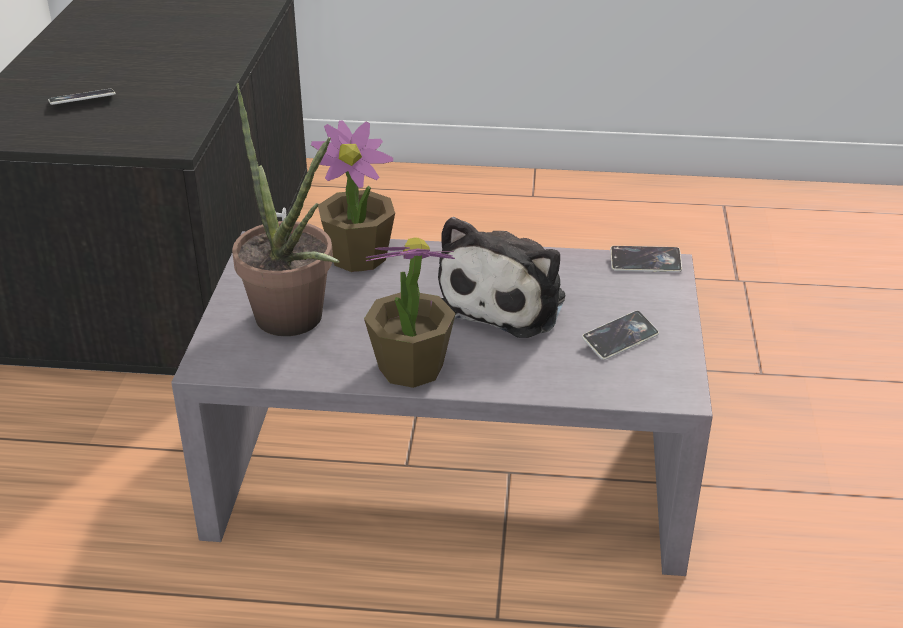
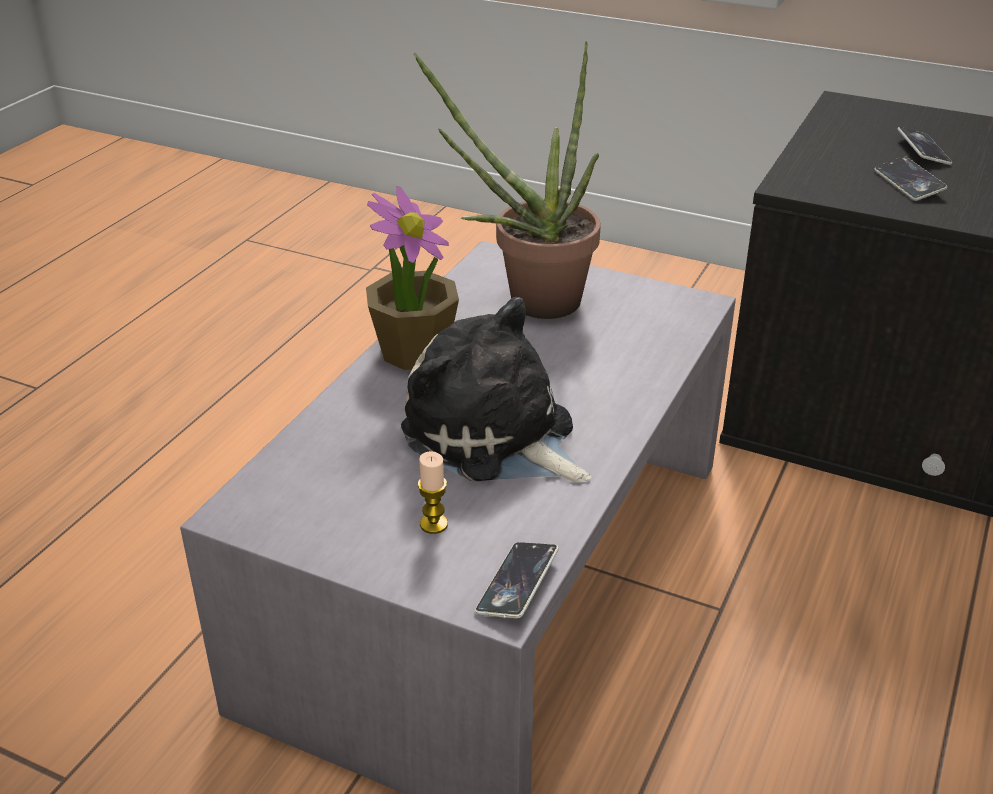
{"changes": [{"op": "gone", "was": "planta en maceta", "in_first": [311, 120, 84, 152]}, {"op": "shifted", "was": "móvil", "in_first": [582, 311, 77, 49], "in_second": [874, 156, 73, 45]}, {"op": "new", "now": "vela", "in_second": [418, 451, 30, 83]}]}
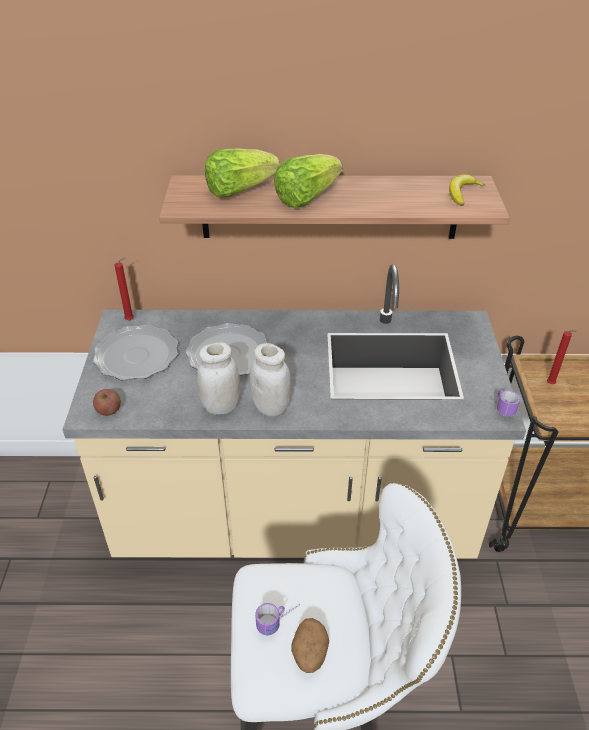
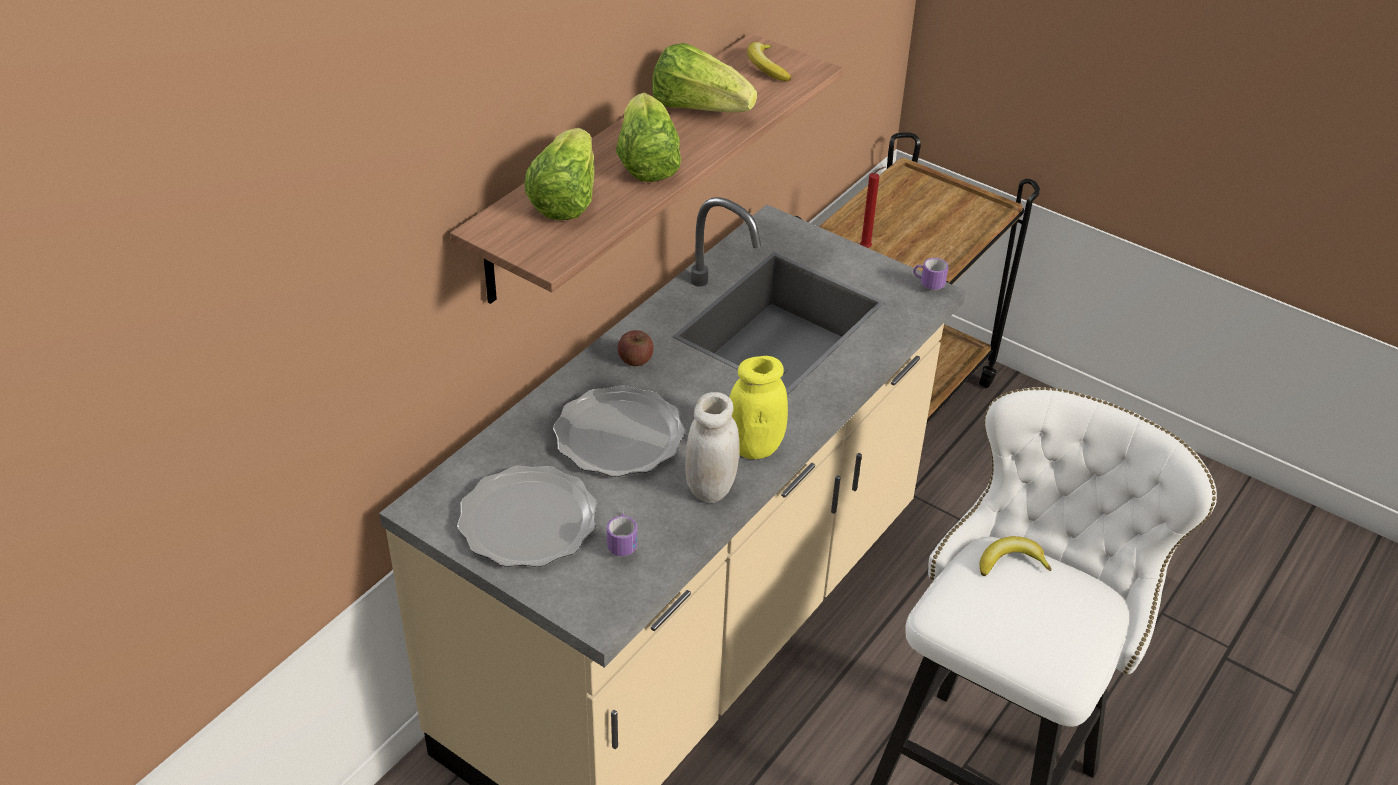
{"changes": [{"op": "shifted", "was": "manzana", "in_first": [93, 389, 28, 27], "in_second": [618, 330, 36, 36]}, {"op": "gone", "was": "vela [rojo]", "in_first": [115, 258, 19, 62]}, {"op": "repainted", "was": "tarro [blanco]", "now": "tarro [amarillo]", "in_first": [250, 343, 41, 74], "in_second": [729, 356, 59, 103]}, {"op": "shifted", "was": "taza grande", "in_first": [255, 603, 45, 32], "in_second": [607, 511, 30, 45]}, {"op": "gone", "was": "patata", "in_first": [291, 618, 38, 55]}, {"op": "new", "now": "lechuga", "in_second": [652, 43, 105, 69]}, {"op": "new", "now": "plátano", "in_second": [980, 536, 72, 40]}]}
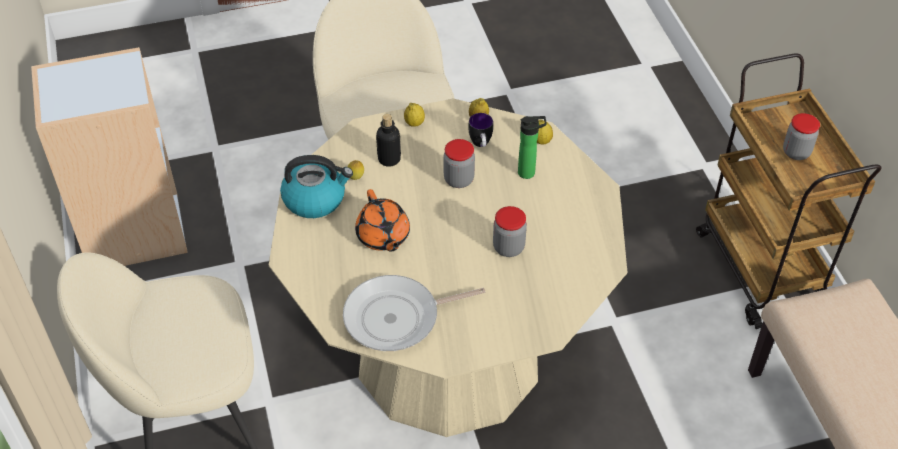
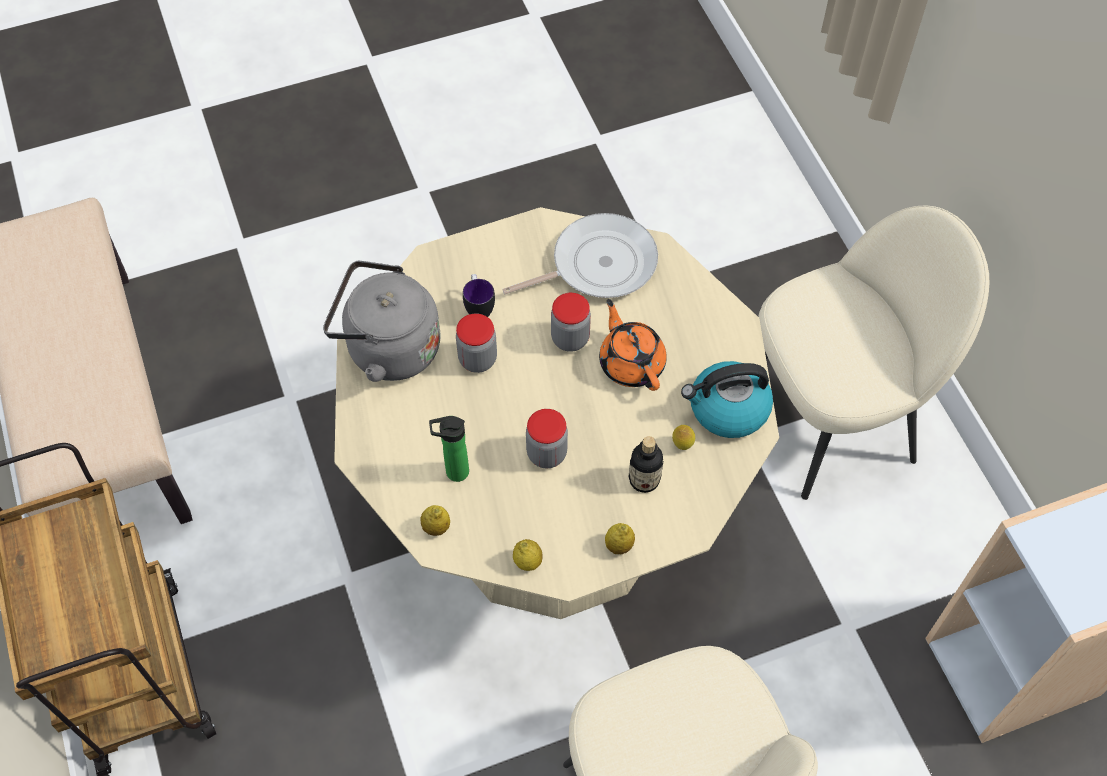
{"changes": [{"op": "shifted", "was": "taza grande", "in_first": [468, 113, 25, 34], "in_second": [463, 274, 32, 43]}, {"op": "shifted", "was": "tarro", "in_first": [783, 113, 37, 47], "in_second": [551, 293, 40, 59]}, {"op": "new", "now": "hervidor [gris]", "in_second": [323, 261, 118, 121]}]}
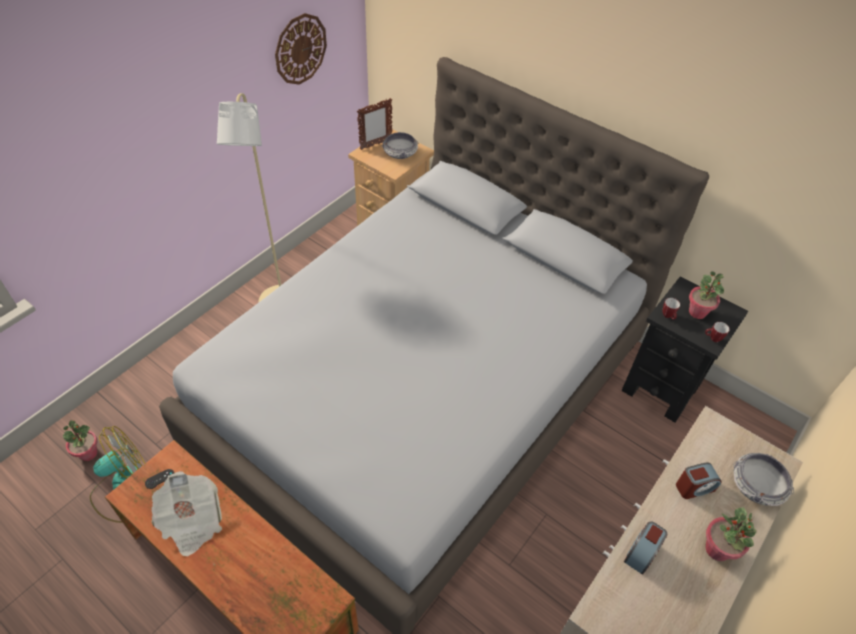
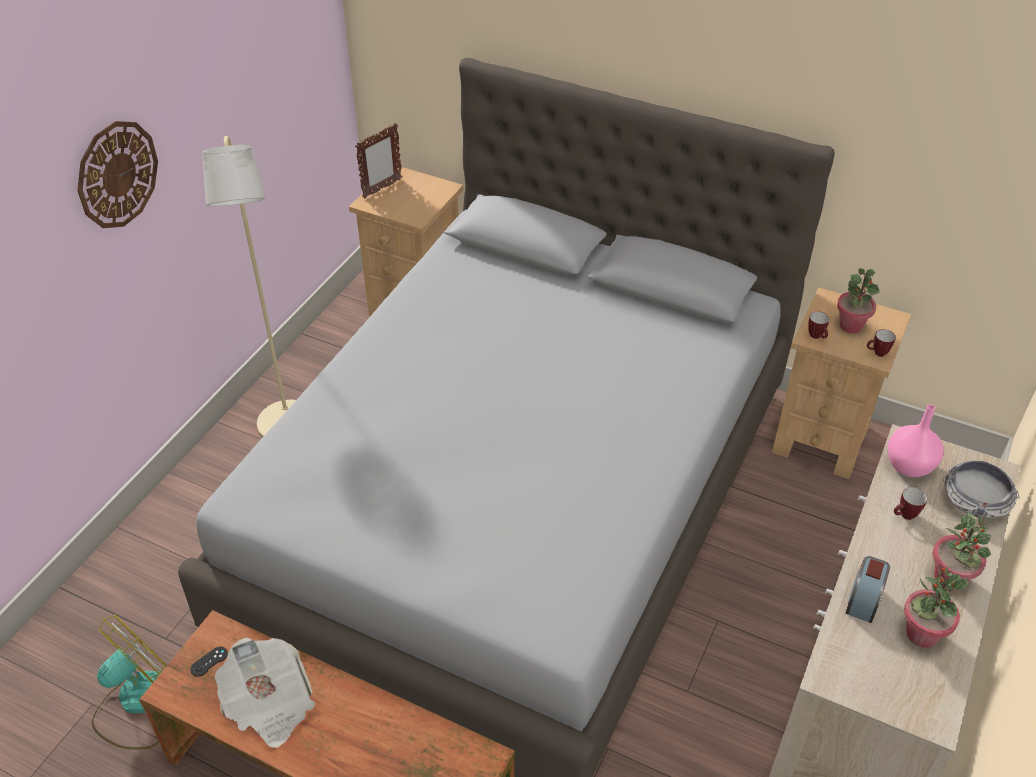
{"changes": [{"op": "shifted", "was": "planta en maceta", "in_first": [63, 420, 35, 41], "in_second": [904, 567, 65, 81]}, {"op": "shifted", "was": "reloj de pared", "in_first": [275, 13, 52, 72], "in_second": [77, 121, 81, 107]}, {"op": "gone", "was": "cuenco", "in_first": [382, 132, 37, 27]}, {"op": "repainted", "was": "mesita de noche [negro]", "now": "mesita de noche [beis]", "in_first": [621, 276, 127, 147], "in_second": [772, 287, 139, 192]}, {"op": "swapped", "was": "despertador", "now": "taza grande", "in_first": [676, 463, 46, 36], "in_second": [894, 487, 33, 33]}, {"op": "new", "now": "florero [rosa]", "in_second": [887, 404, 57, 73]}]}
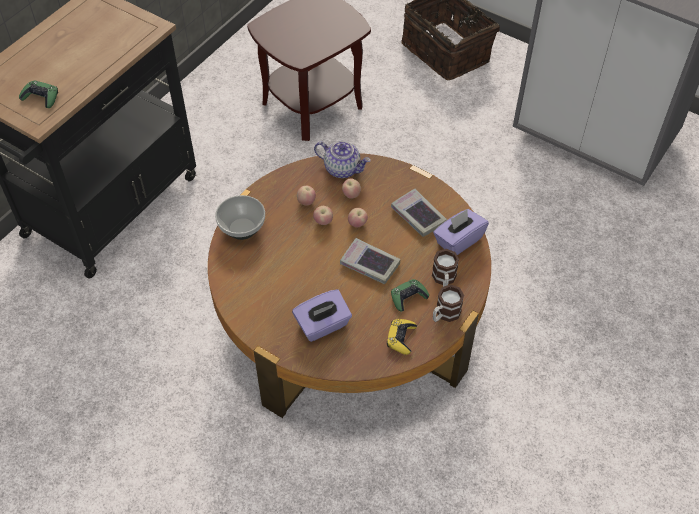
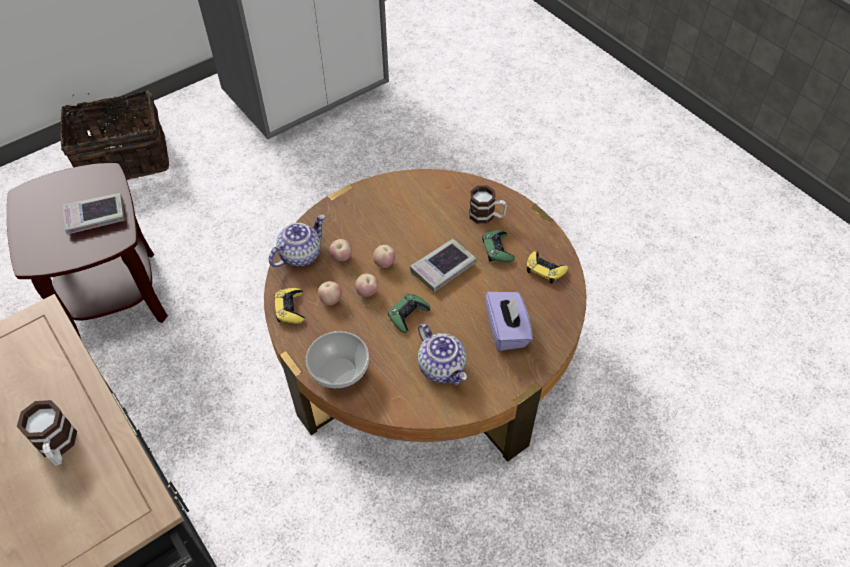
{"changes": [{"op": "shifted", "was": "mando de consola [verde]", "in_first": [19, 81, 39, 27], "in_second": [388, 294, 42, 39]}, {"op": "shifted", "was": "libro", "in_first": [391, 188, 56, 49], "in_second": [62, 193, 63, 41]}, {"op": "gone", "was": "caja de pañuelos [morado]", "in_first": [433, 209, 56, 46]}, {"op": "shifted", "was": "taza grande", "in_first": [433, 284, 31, 38], "in_second": [17, 400, 60, 66]}, {"op": "new", "now": "mando de consola [amarillo]", "in_second": [274, 288, 31, 36]}, {"op": "new", "now": "tetera", "in_second": [418, 323, 49, 62]}]}
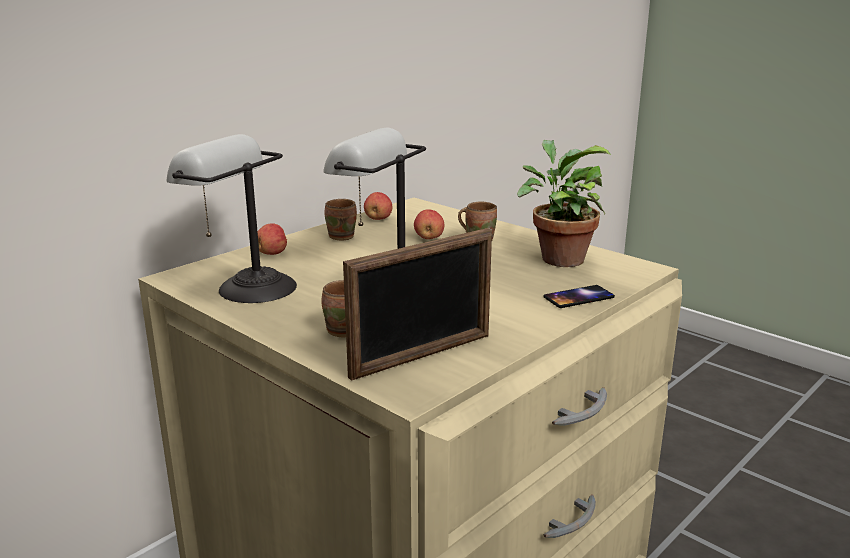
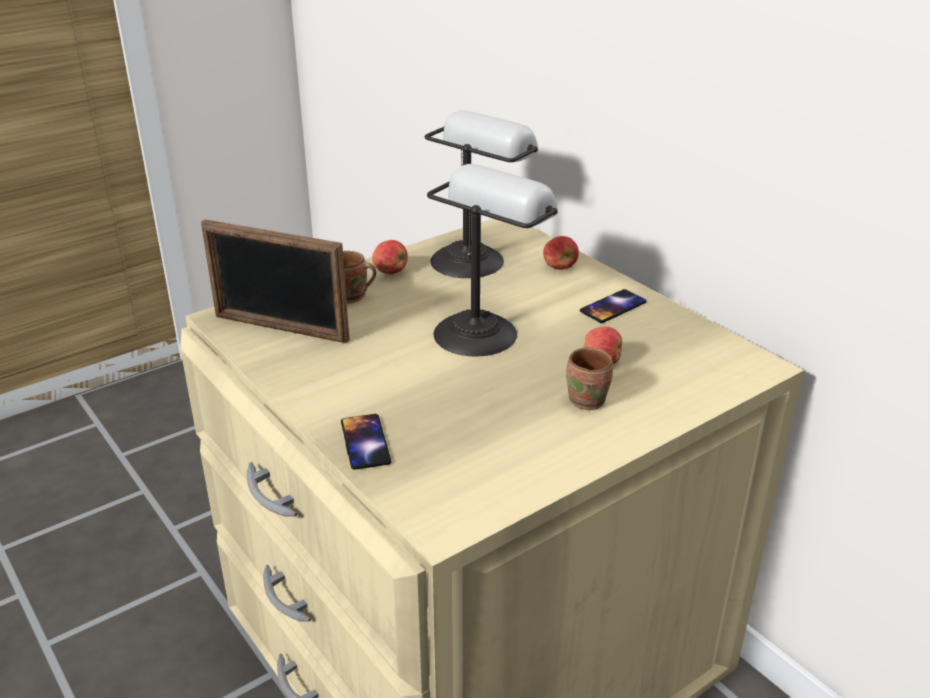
{"changes": [{"op": "swapped", "was": "taza grande [marrón]", "now": "móvil", "in_first": [324, 199, 33, 41], "in_second": [580, 289, 67, 34]}, {"op": "rotated", "was": "portarretratos", "in_first": [343, 228, 149, 153], "in_second": [201, 220, 148, 123], "clockwise": -45}, {"op": "shifted", "was": "manzana", "in_first": [364, 192, 28, 28], "in_second": [372, 240, 36, 34]}, {"op": "gone", "was": "planta en maceta", "in_first": [517, 140, 94, 127]}]}
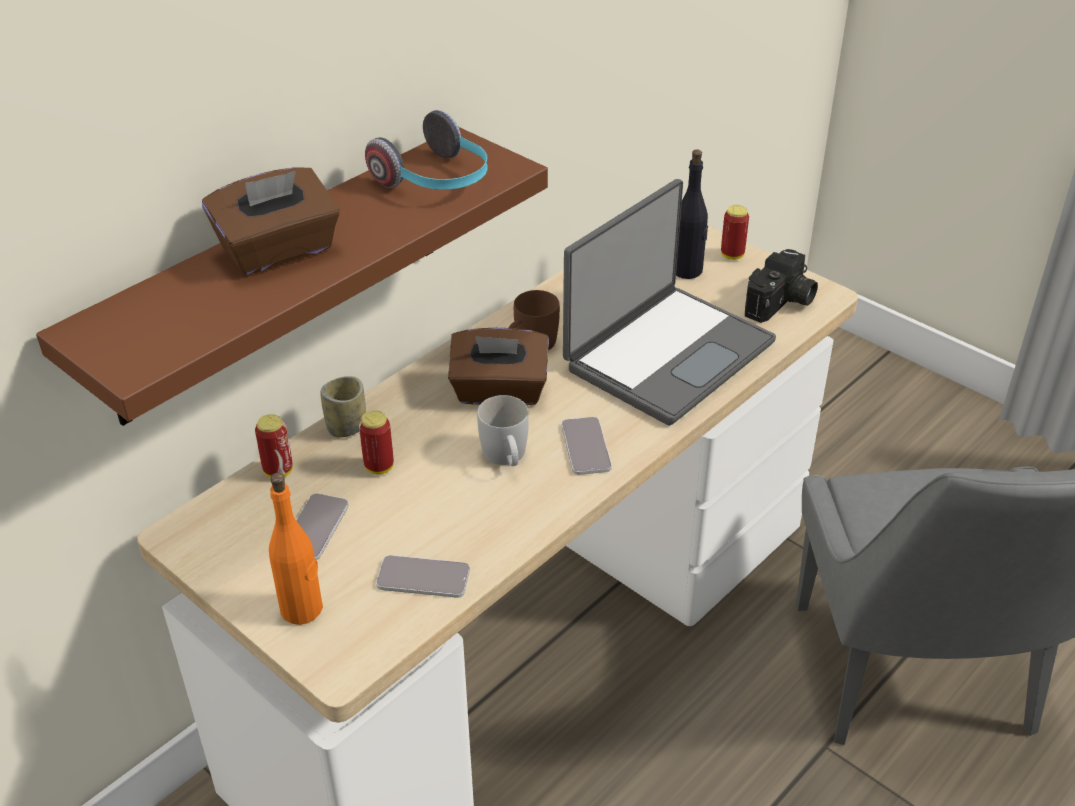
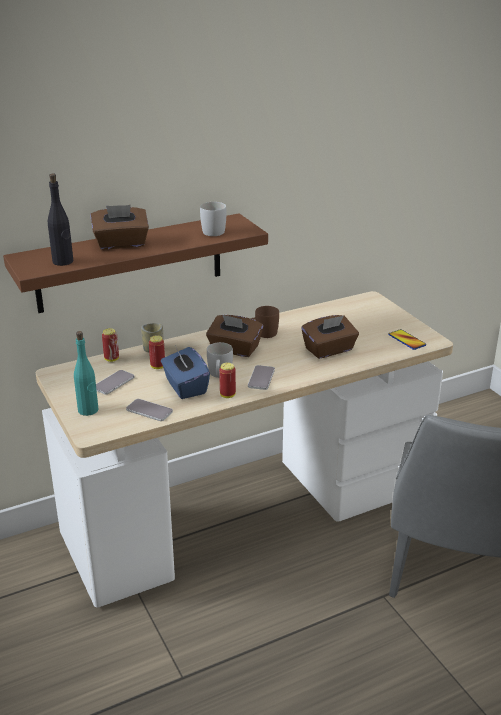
{"changes": [{"op": "repainted", "was": "botella [naranja]", "now": "botella [turquesa]", "in_first": [269, 473, 54, 152], "in_second": [74, 331, 25, 85]}, {"op": "swapped", "was": "auriculares", "now": "taza grande [blanco]", "in_first": [365, 110, 123, 80], "in_second": [200, 202, 26, 34]}, {"op": "swapped", "was": "portátil", "now": "caja de pañuelos [marrón]", "in_first": [563, 179, 213, 247], "in_second": [301, 315, 58, 44]}, {"op": "shifted", "was": "botella [negro]", "in_first": [676, 149, 32, 130], "in_second": [48, 174, 26, 92]}, {"op": "shifted", "was": "lata", "in_first": [721, 205, 28, 55], "in_second": [219, 363, 17, 35]}, {"op": "swapped", "was": "cámara", "now": "móvil", "in_first": [745, 249, 73, 74], "in_second": [388, 329, 38, 21]}, {"op": "new", "now": "caja de pañuelos [azul]", "in_second": [161, 347, 49, 52]}]}
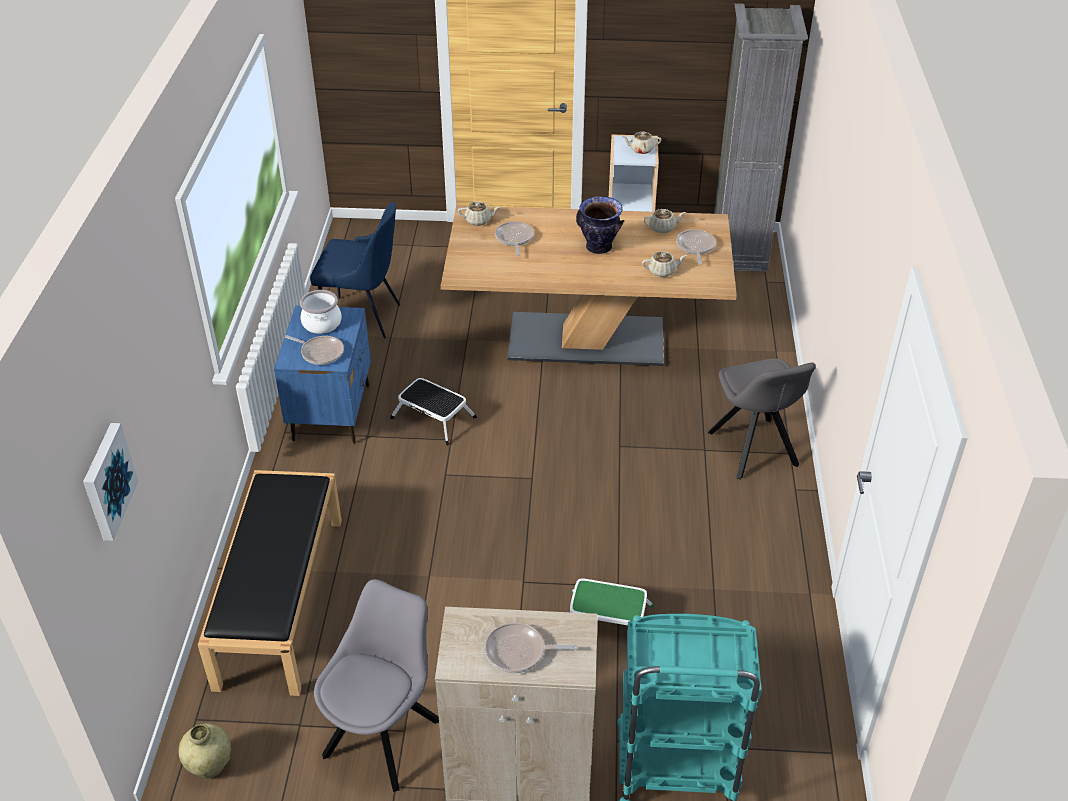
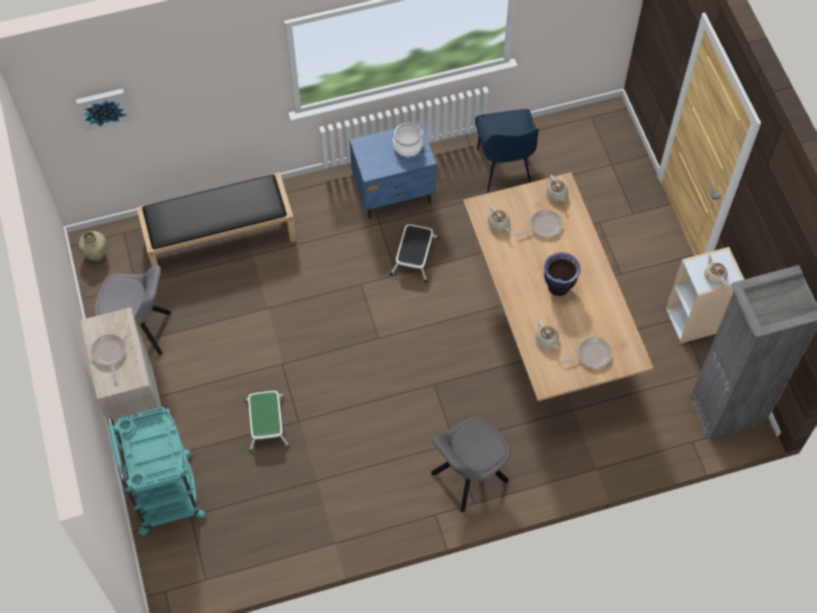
{"changes": [{"op": "gone", "was": "sartén", "in_first": [285, 335, 59, 30]}, {"op": "shifted", "was": "tetera [beis]", "in_first": [643, 209, 43, 24], "in_second": [488, 205, 22, 26]}]}
